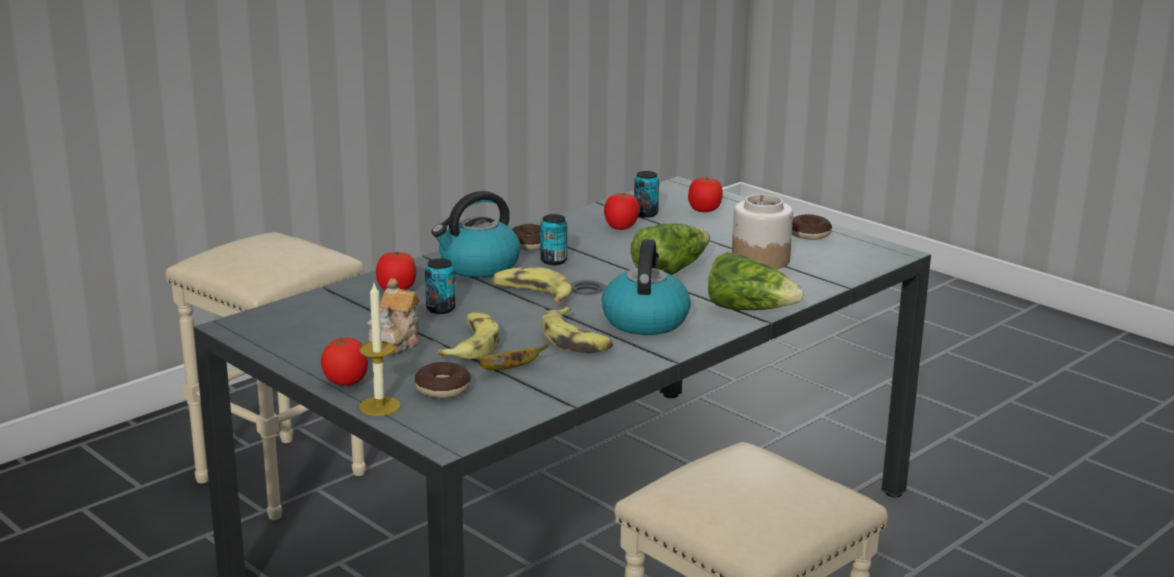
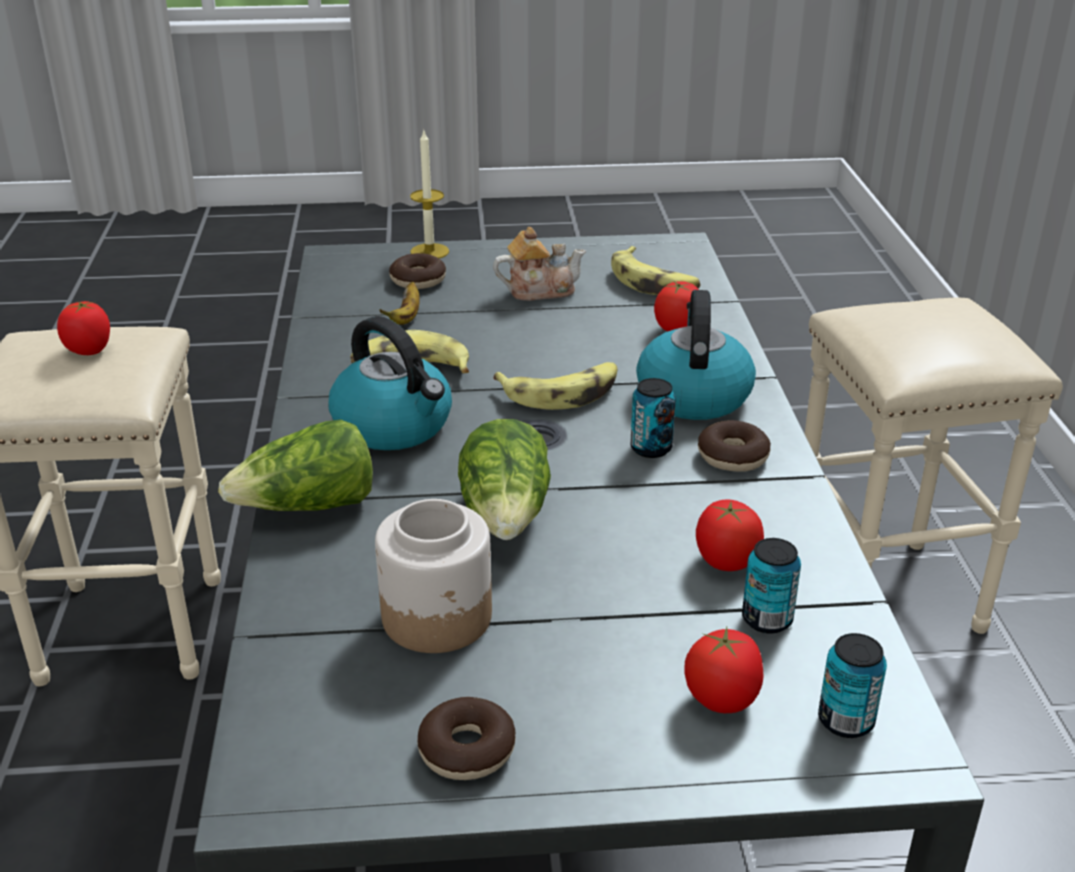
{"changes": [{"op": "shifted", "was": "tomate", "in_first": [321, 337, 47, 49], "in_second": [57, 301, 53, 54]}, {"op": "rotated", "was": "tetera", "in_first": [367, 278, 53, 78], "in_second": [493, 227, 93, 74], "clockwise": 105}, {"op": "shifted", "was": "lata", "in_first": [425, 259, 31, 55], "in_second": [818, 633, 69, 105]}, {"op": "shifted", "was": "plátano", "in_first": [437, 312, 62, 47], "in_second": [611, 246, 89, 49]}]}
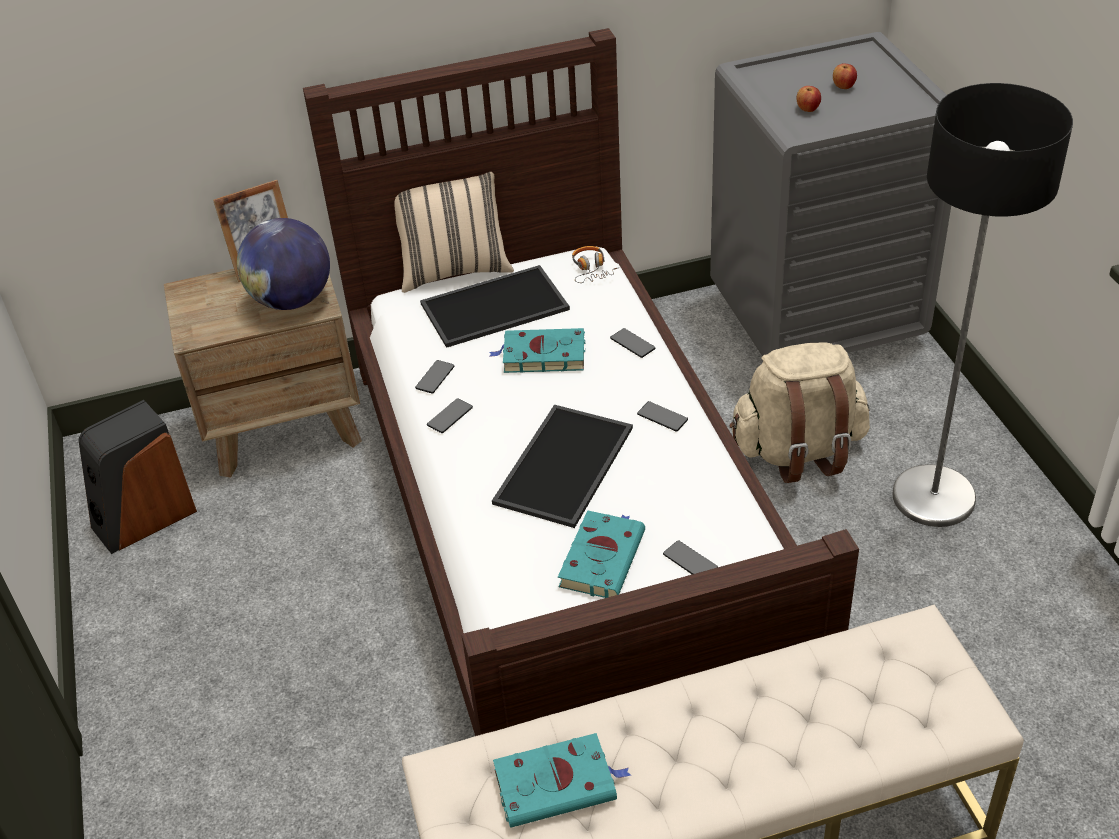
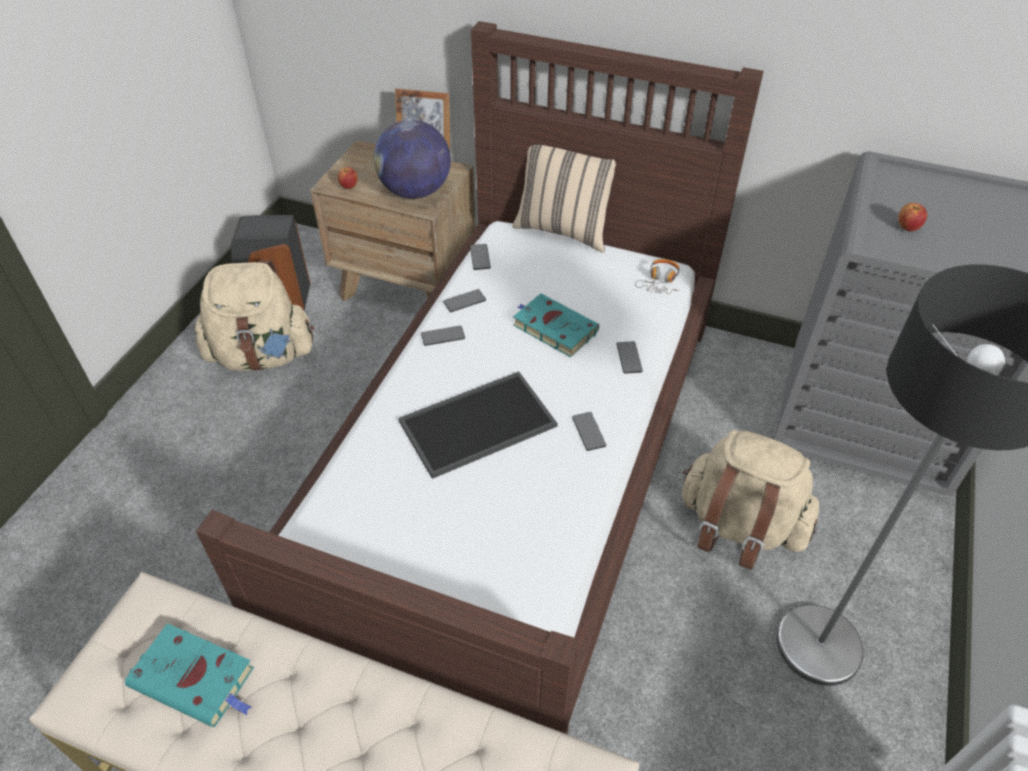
{"changes": [{"op": "gone", "was": "bandeja", "in_first": [420, 265, 150, 83]}, {"op": "gone", "was": "libro [turquesa]", "in_first": [558, 510, 87, 88]}, {"op": "shifted", "was": "móvil", "in_first": [663, 540, 55, 34], "in_second": [470, 244, 21, 26]}, {"op": "shifted", "was": "manzana", "in_first": [833, 64, 24, 25], "in_second": [338, 167, 20, 22]}, {"op": "new", "now": "mochila [beis]", "in_second": [195, 260, 120, 111]}]}
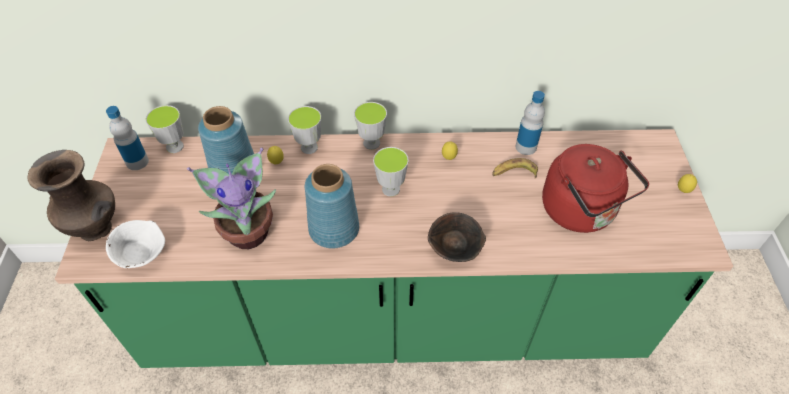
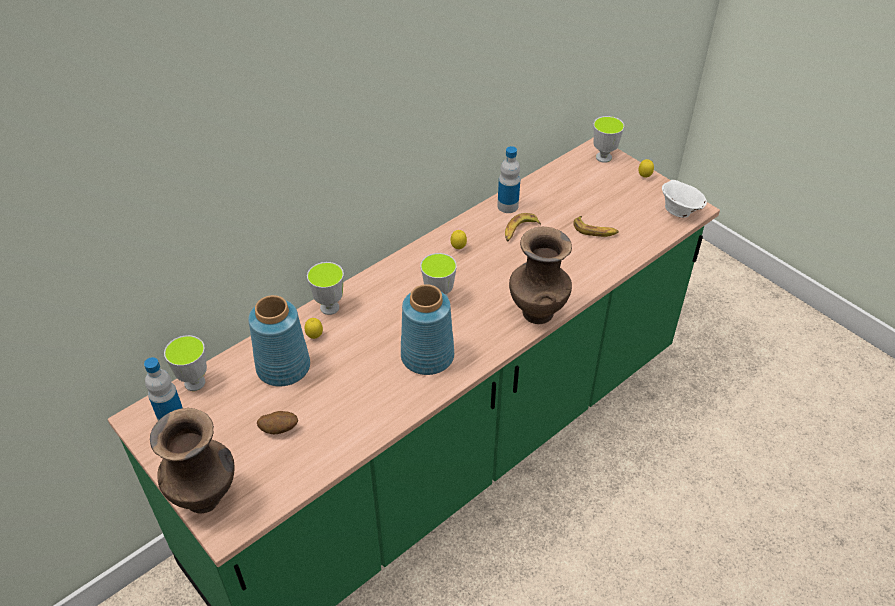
{"changes": [{"op": "shifted", "was": "cuenco [blanco]", "in_first": [106, 220, 59, 48], "in_second": [662, 180, 45, 38]}, {"op": "gone", "was": "planta en maceta", "in_first": [187, 148, 89, 101]}, {"op": "shifted", "was": "taza", "in_first": [354, 102, 33, 48], "in_second": [594, 116, 30, 47]}, {"op": "swapped", "was": "cuenco [marrón]", "now": "florero [marrón]", "in_first": [428, 212, 58, 50], "in_second": [509, 227, 63, 97]}, {"op": "swapped", "was": "hervidor [rojo]", "now": "plátano", "in_first": [542, 144, 107, 89], "in_second": [573, 216, 46, 21]}, {"op": "new", "now": "patata", "in_second": [257, 411, 41, 23]}]}
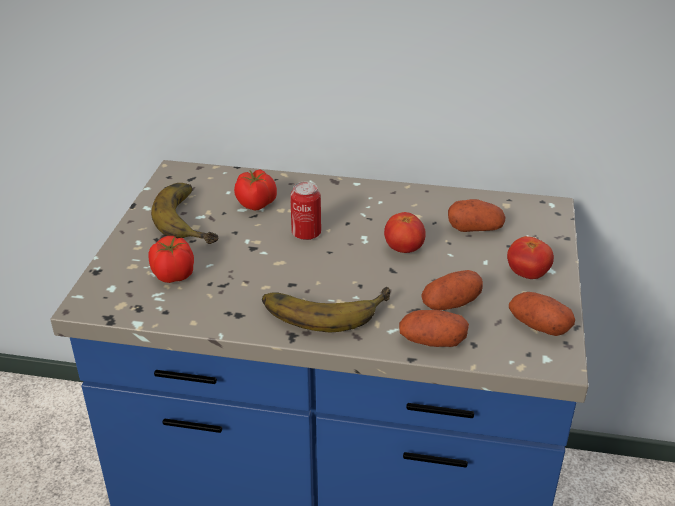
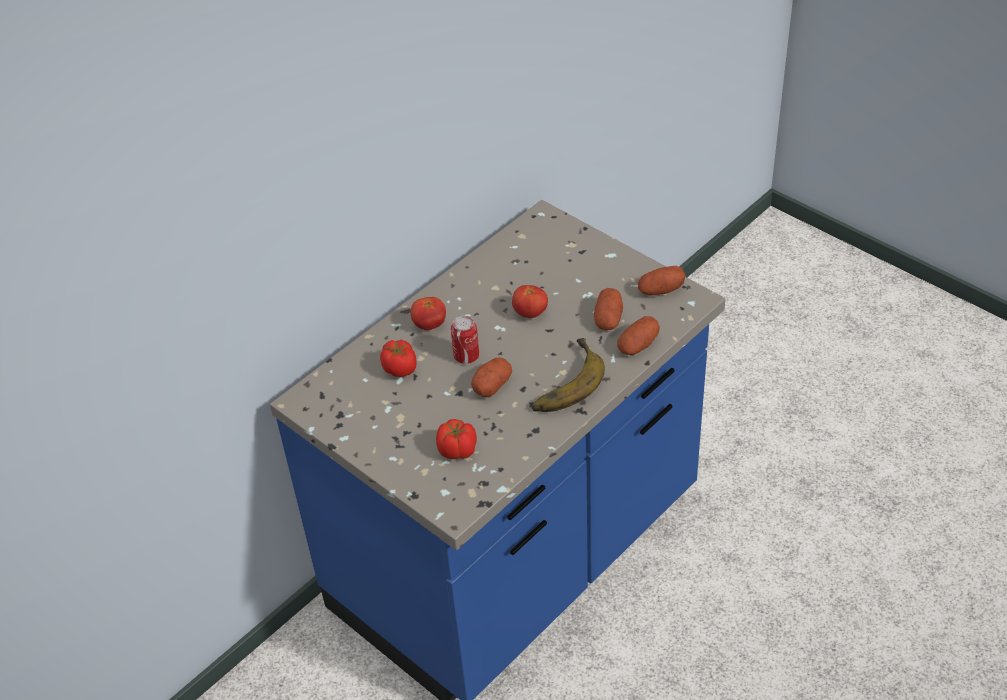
{"changes": [{"op": "gone", "was": "plátano", "in_first": [151, 183, 67, 61]}, {"op": "shifted", "was": "patata", "in_first": [448, 199, 58, 33], "in_second": [471, 357, 41, 40]}, {"op": "shifted", "was": "tomate", "in_first": [507, 236, 47, 43], "in_second": [411, 297, 35, 33]}]}
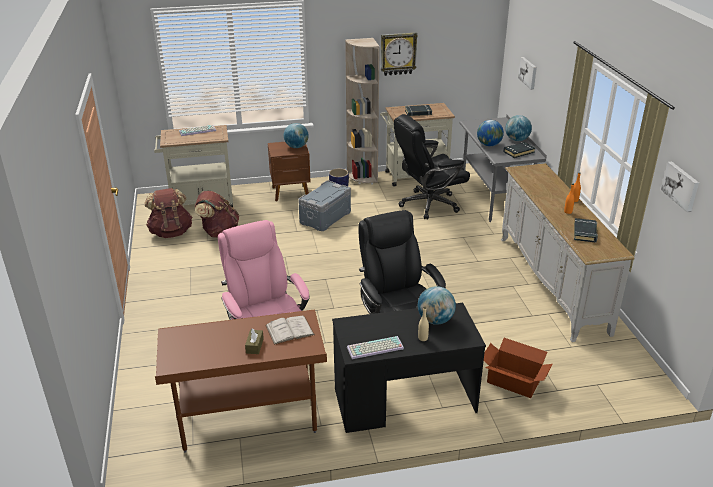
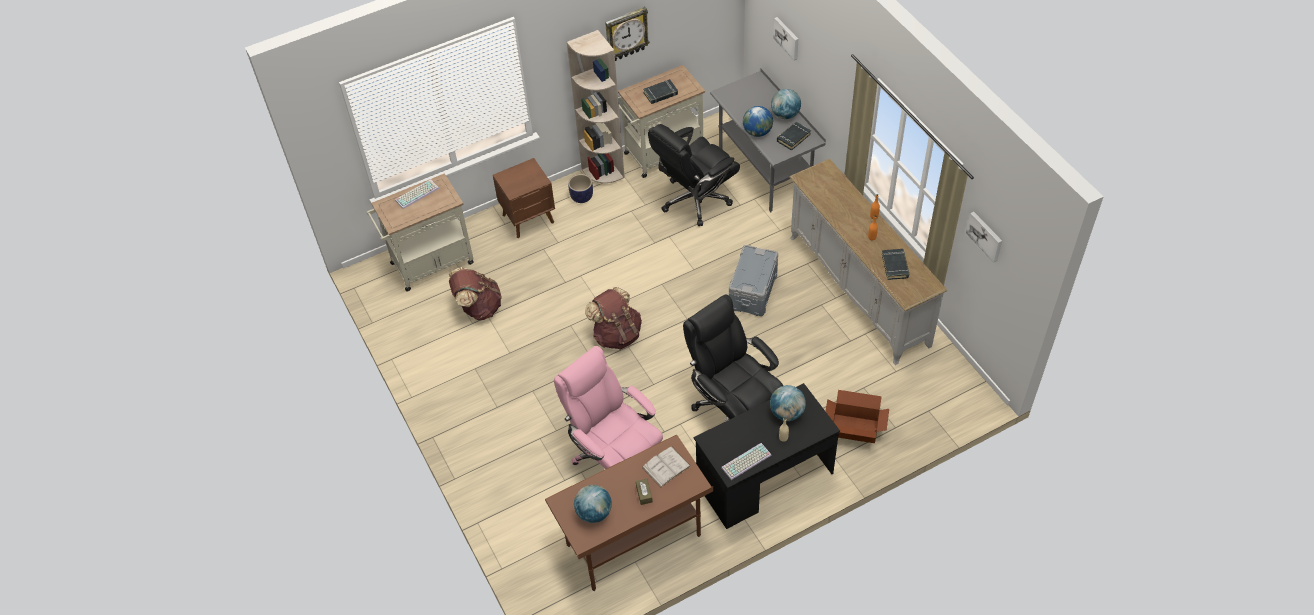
{"changes": [{"op": "shifted", "was": "mochila [marrón]", "in_first": [144, 188, 48, 50], "in_second": [585, 287, 57, 63]}, {"op": "shifted", "was": "globo terráqueo", "in_first": [284, 123, 25, 25], "in_second": [574, 485, 38, 38]}, {"op": "shifted", "was": "caja de almacenaje [gris]", "in_first": [298, 180, 53, 51], "in_second": [729, 245, 49, 71]}]}
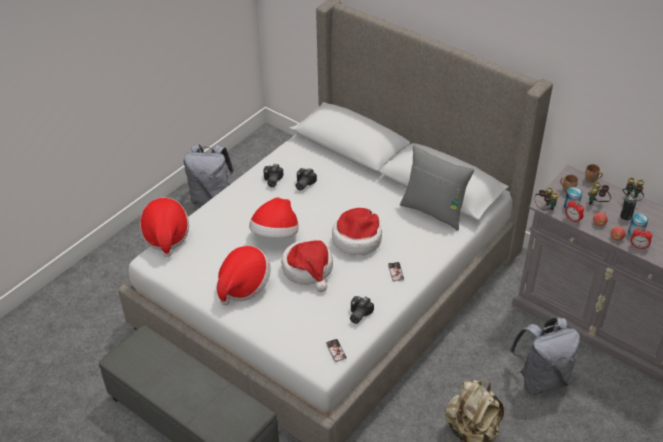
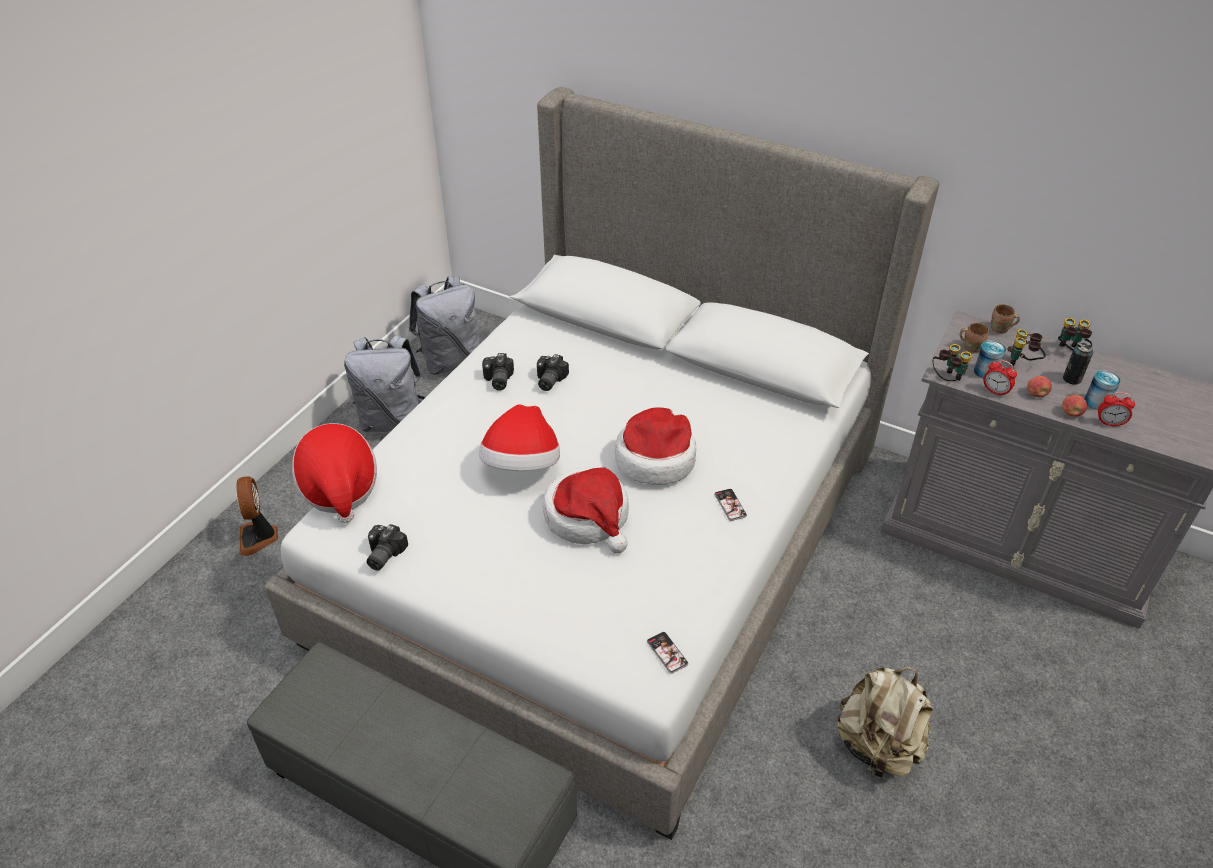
{"changes": [{"op": "gone", "was": "sombrero", "in_first": [217, 246, 54, 59]}, {"op": "shifted", "was": "cámara", "in_first": [350, 296, 24, 28], "in_second": [367, 524, 41, 47]}, {"op": "gone", "was": "cojín [gris]", "in_first": [400, 145, 74, 86]}, {"op": "shifted", "was": "mochila [gris]", "in_first": [509, 317, 71, 78], "in_second": [409, 276, 71, 99]}, {"op": "new", "now": "ventilador", "in_second": [237, 477, 41, 79]}]}
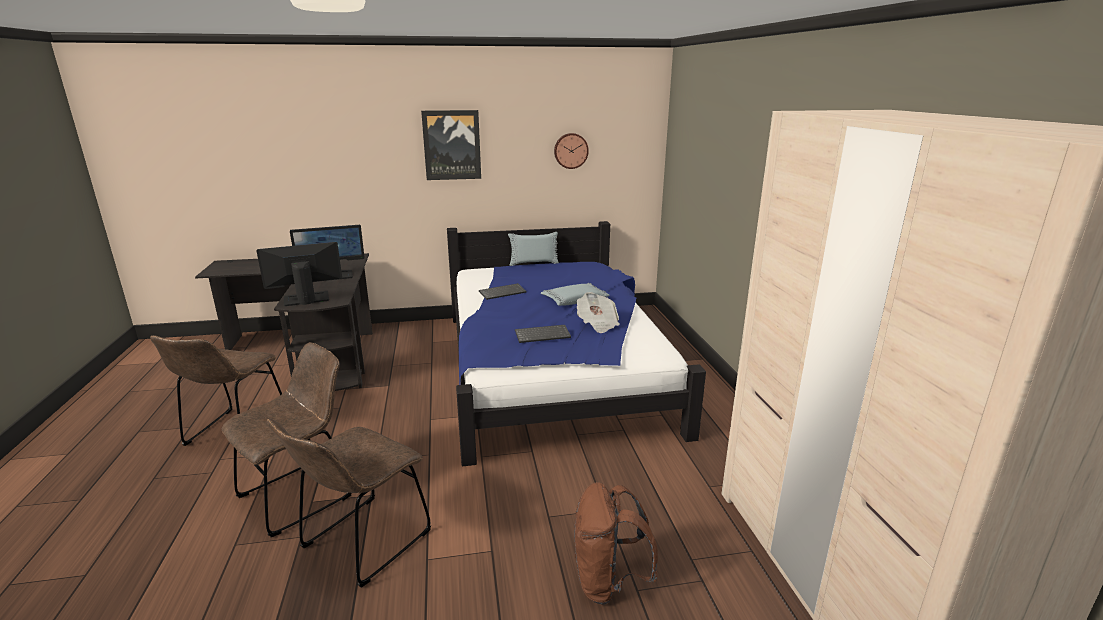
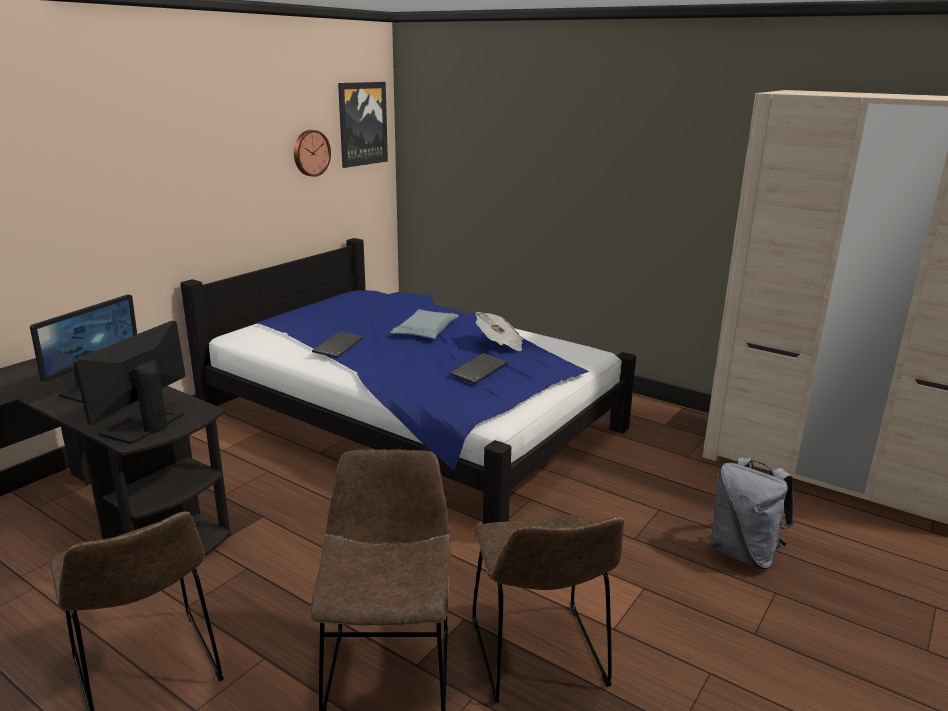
{"changes": [{"op": "shifted", "was": "cuadro", "in_first": [421, 110, 60, 70], "in_second": [338, 82, 50, 86]}, {"op": "gone", "was": "cojín [azul]", "in_first": [508, 232, 51, 34]}, {"op": "repainted", "was": "mochila [marrón]", "now": "mochila [gris]", "in_first": [574, 482, 84, 123], "in_second": [710, 458, 84, 111]}]}
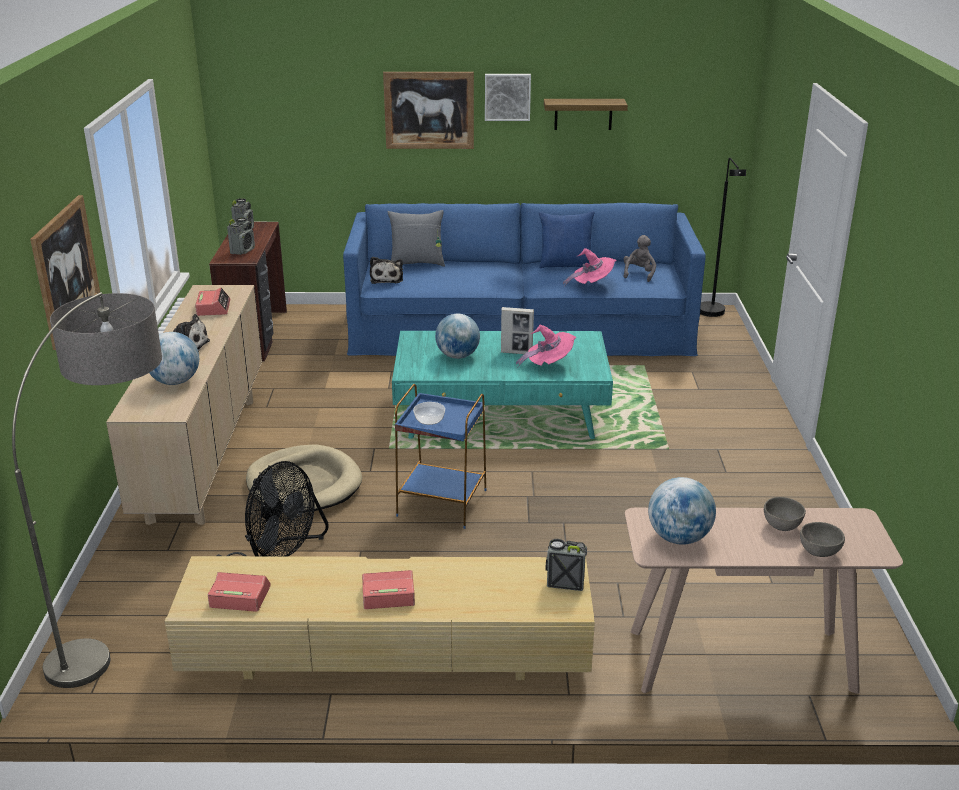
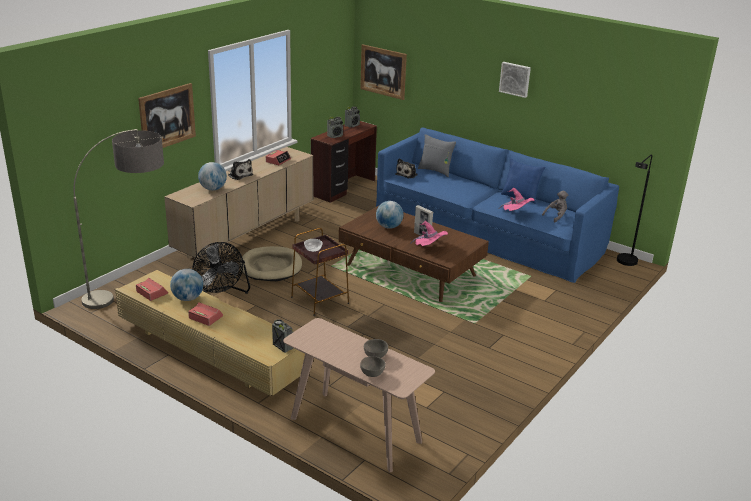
{"changes": [{"op": "shifted", "was": "cuadro", "in_first": [383, 72, 91, 77], "in_second": [360, 44, 47, 56]}, {"op": "repainted", "was": "mesa de centro [turquesa]", "now": "mesa de centro [marrón]", "in_first": [392, 331, 221, 108], "in_second": [339, 206, 150, 96]}, {"op": "repainted", "was": "mesa auxiliar [azul]", "now": "mesa auxiliar [marrón]", "in_first": [395, 384, 91, 145], "in_second": [291, 228, 58, 88]}, {"op": "gone", "was": "estante", "in_first": [544, 99, 84, 31]}, {"op": "shifted", "was": "globo terráqueo", "in_first": [648, 477, 68, 68], "in_second": [170, 269, 33, 32]}]}
